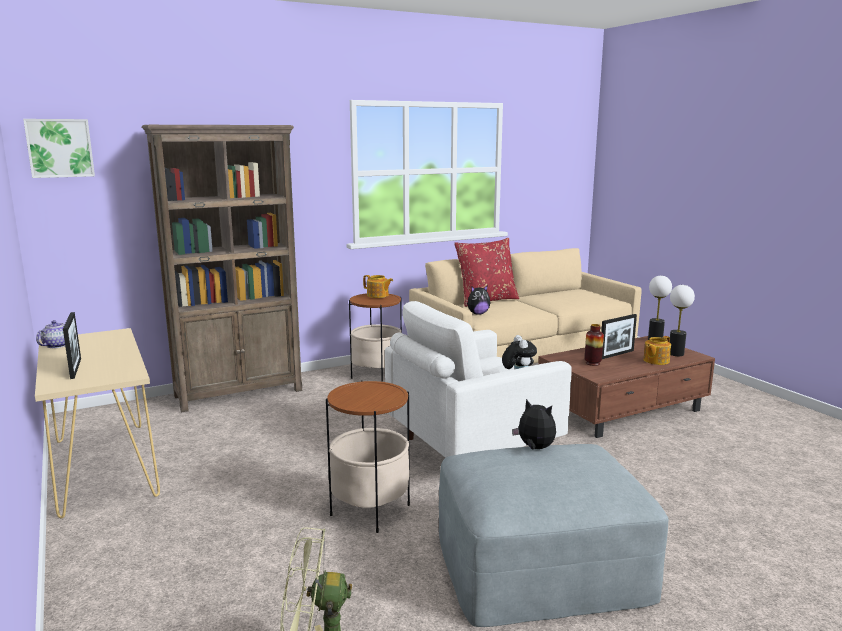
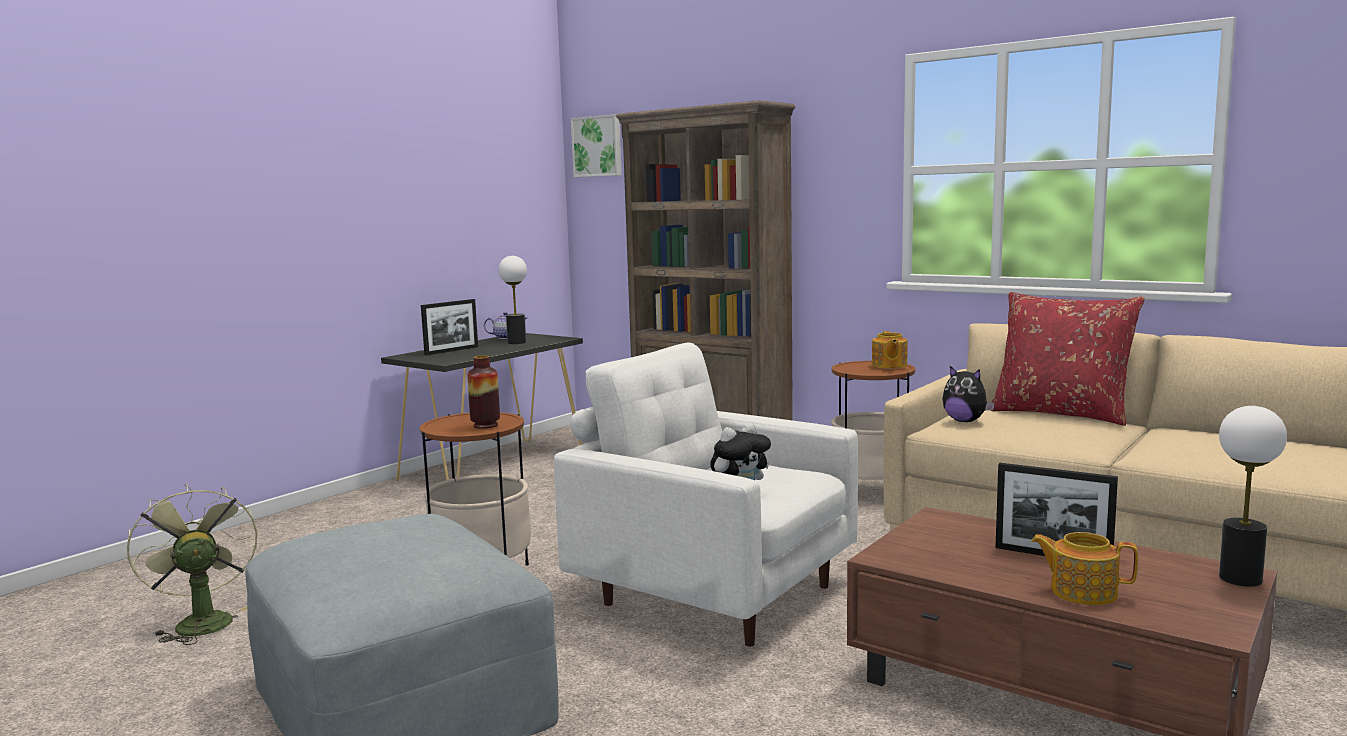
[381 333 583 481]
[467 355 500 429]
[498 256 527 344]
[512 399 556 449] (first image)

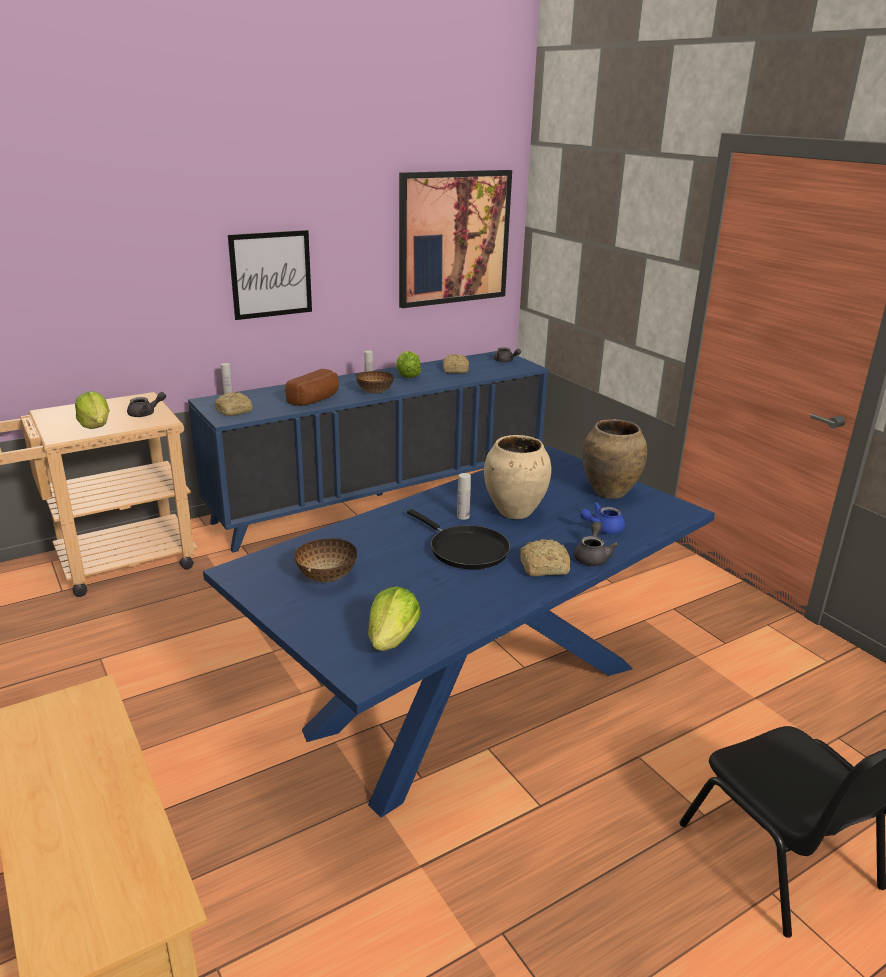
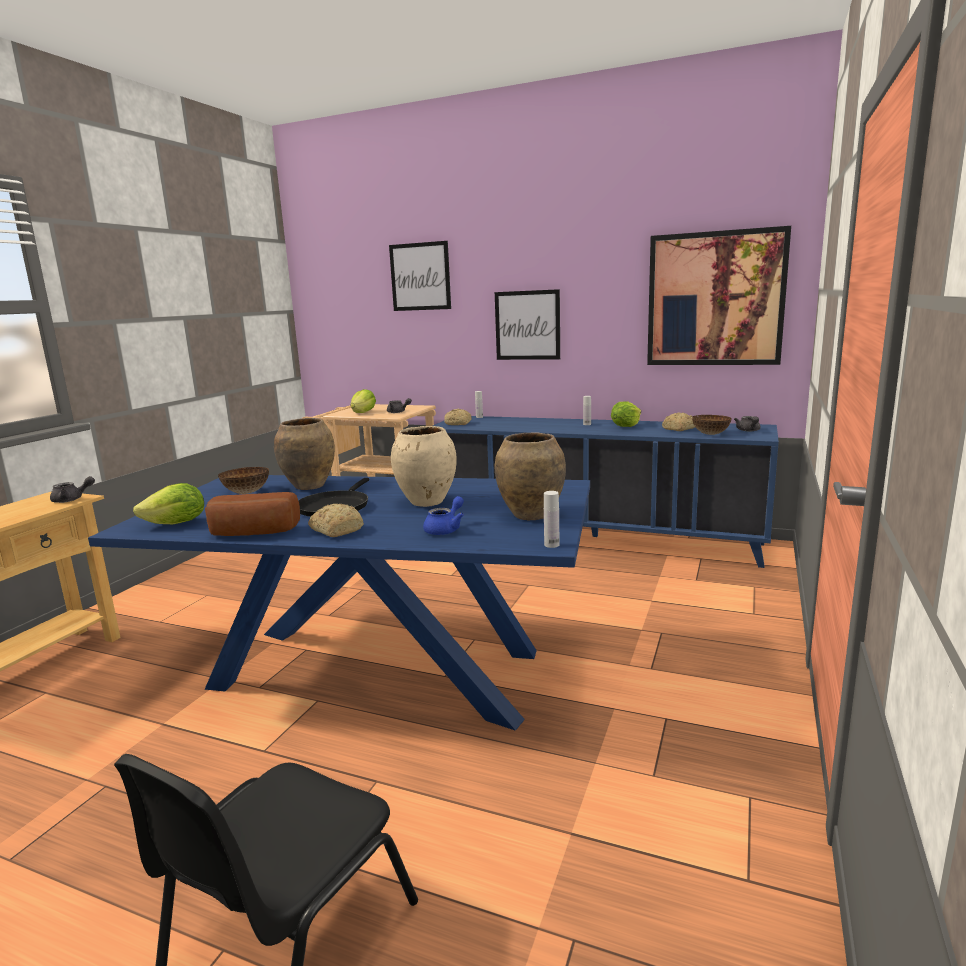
[50 476 95 503]
[205 492 300 536]
[274 418 335 490]
[389 241 451 311]
[423 496 464 535]
[544 491 559 548]
[692 415 731 435]

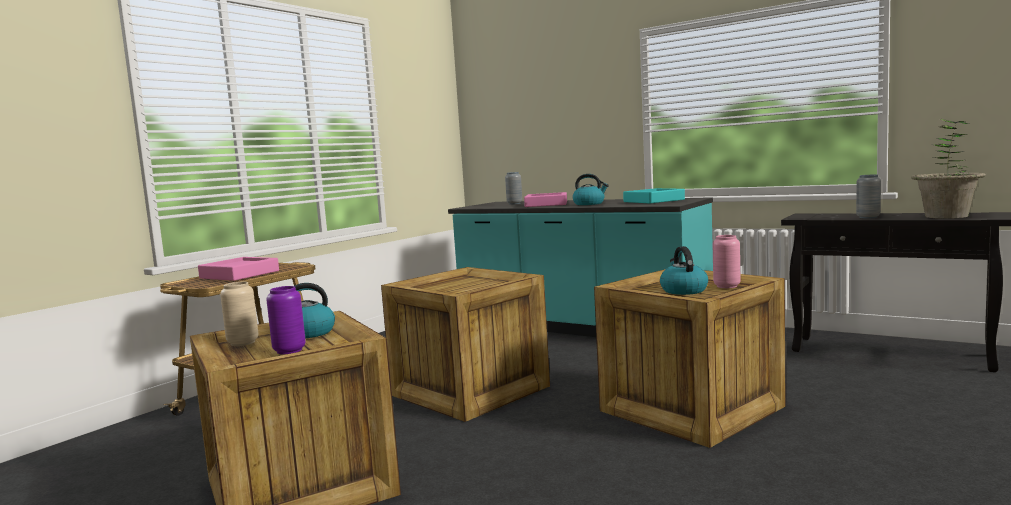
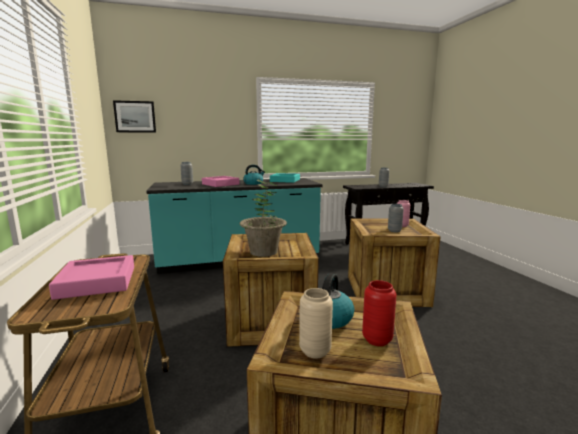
[113 100 156 133]
[239 180 287 257]
[362 280 396 346]
[388 204 404 232]

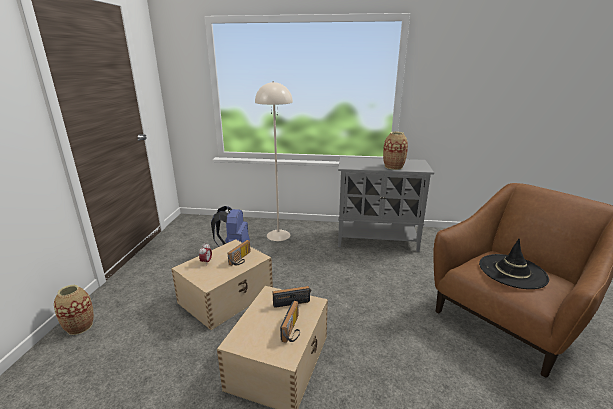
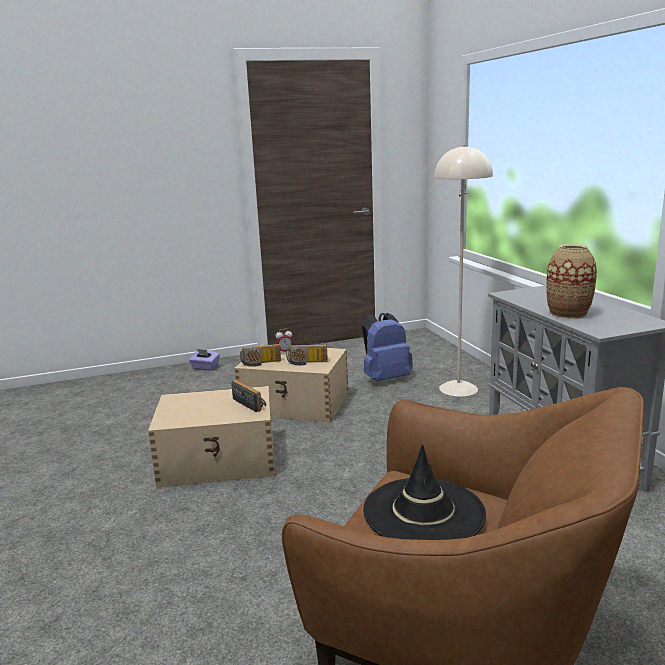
[189 349 220 371]
[240 344 281 367]

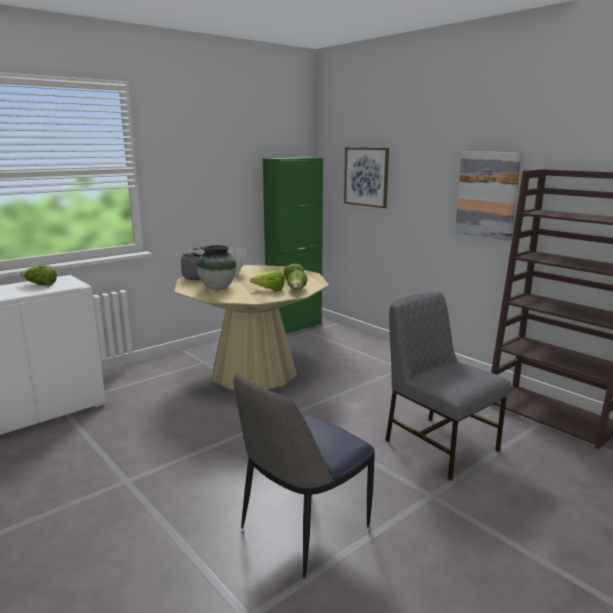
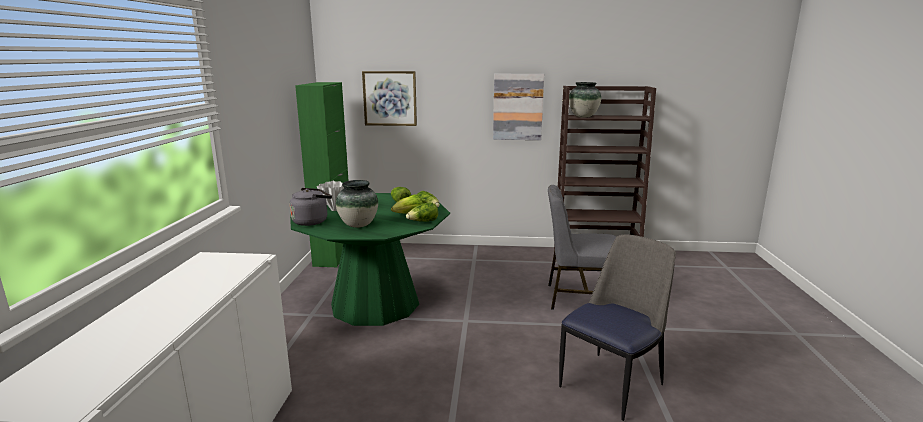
[290 193 450 326]
[406 202 438 222]
[559 235 676 421]
[569 82 601 117]

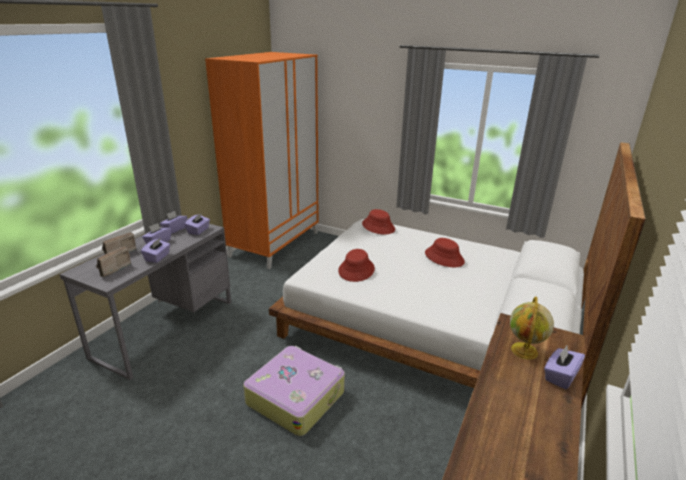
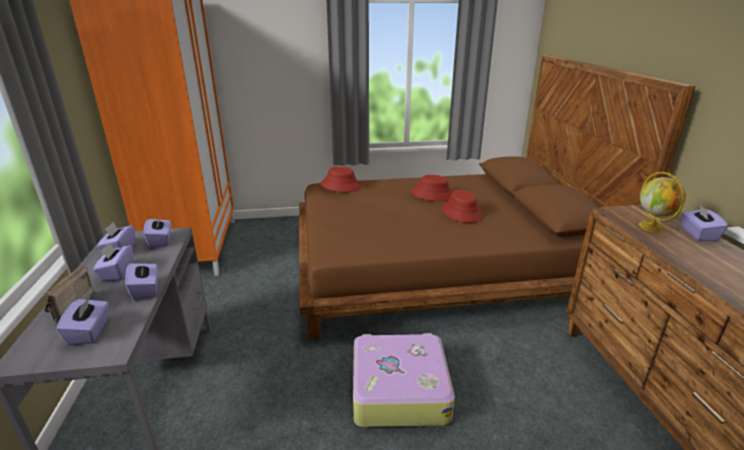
[56 296 109 345]
[299 55 695 340]
[442 190 483 223]

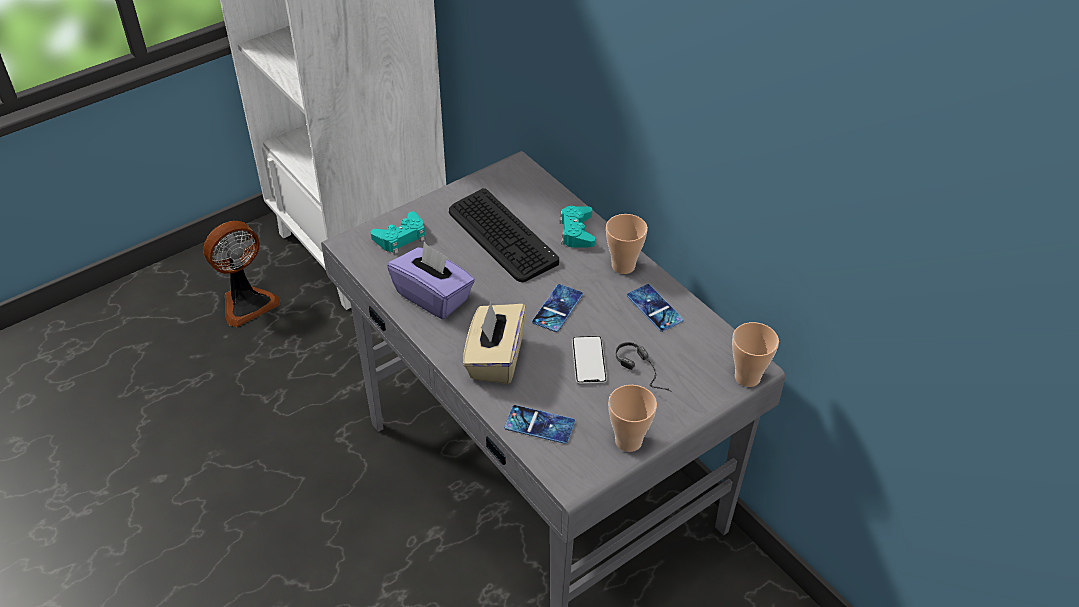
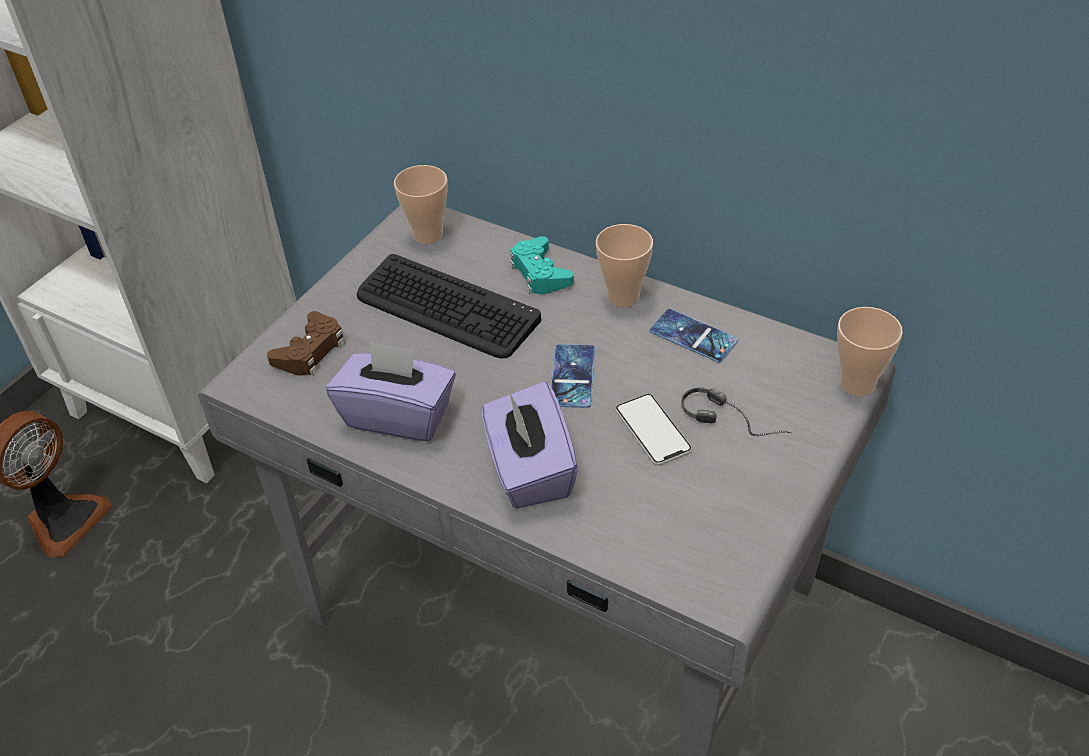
[267 311 345 376]
[394 165 448 244]
[482 381 578 508]
[504 405 575 444] (first image)

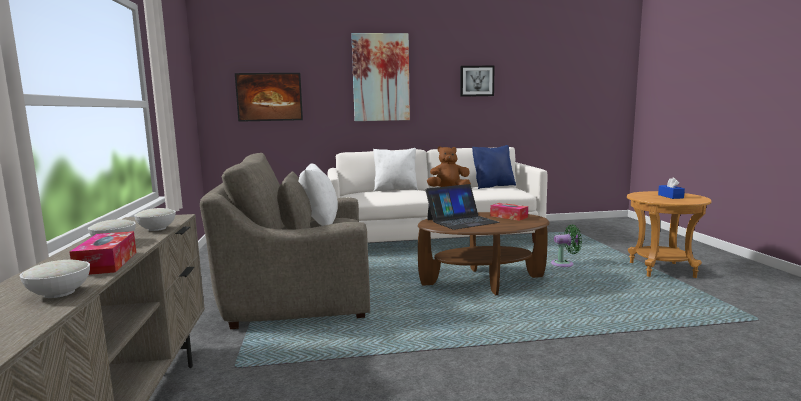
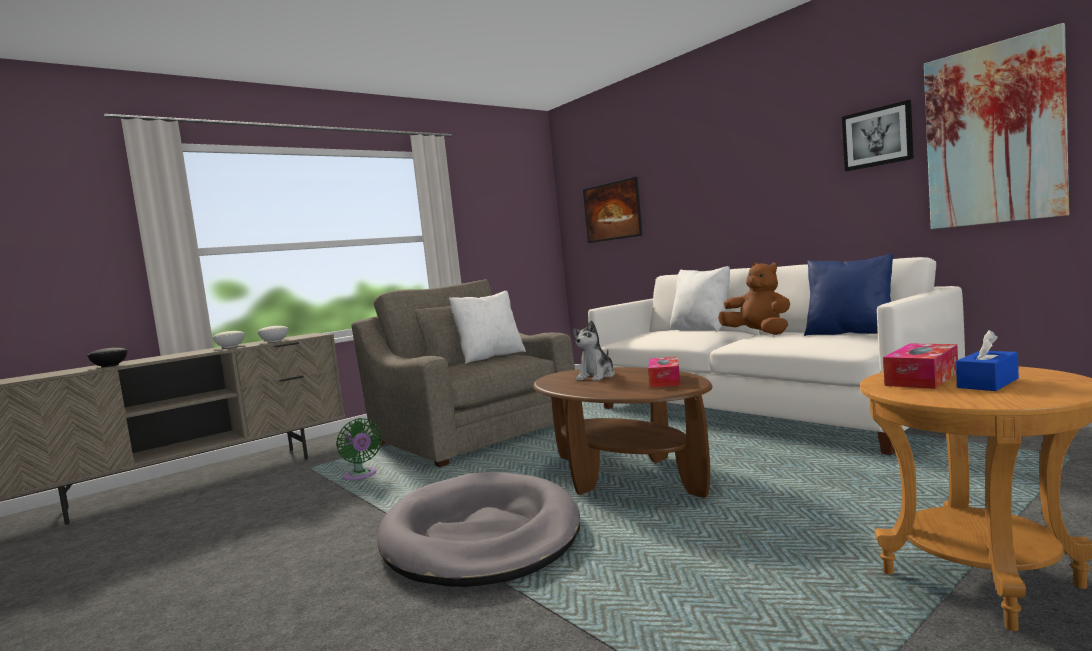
[87 348 127 368]
[336 418 382 480]
[377 472 580 587]
[573 320 615 381]
[883 343 958 389]
[924 23 1069 229]

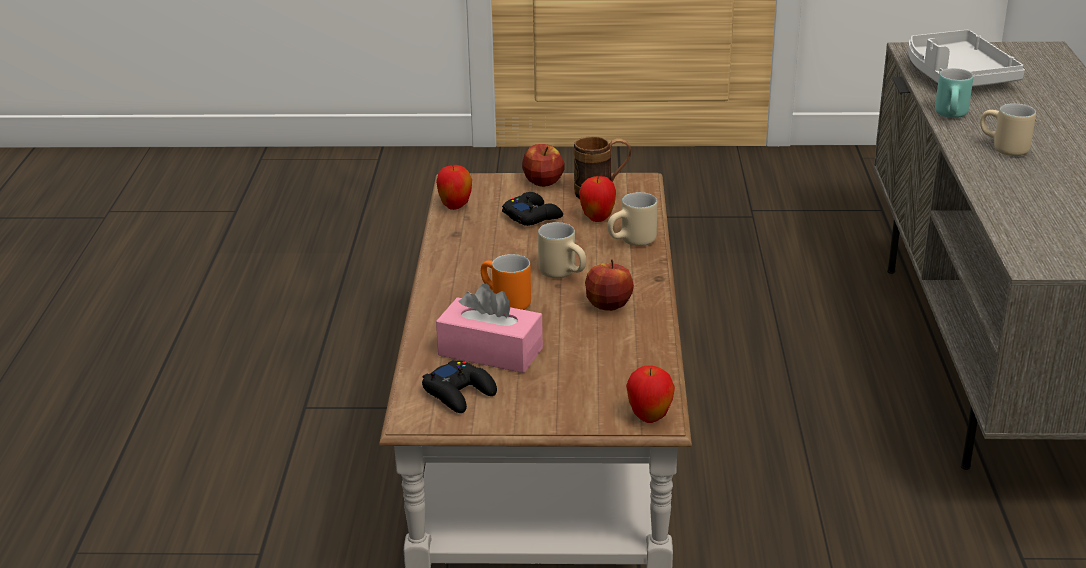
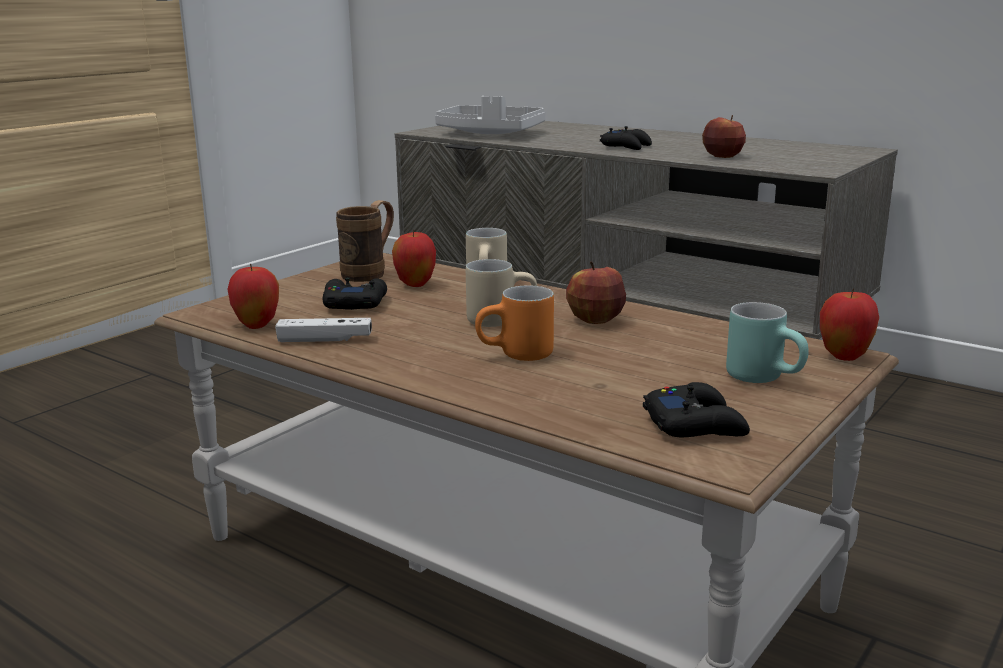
[275 318 372 342]
[600 126 652 150]
[702 115 746 158]
[726 302 809 383]
[436 284 543 373] (first image)

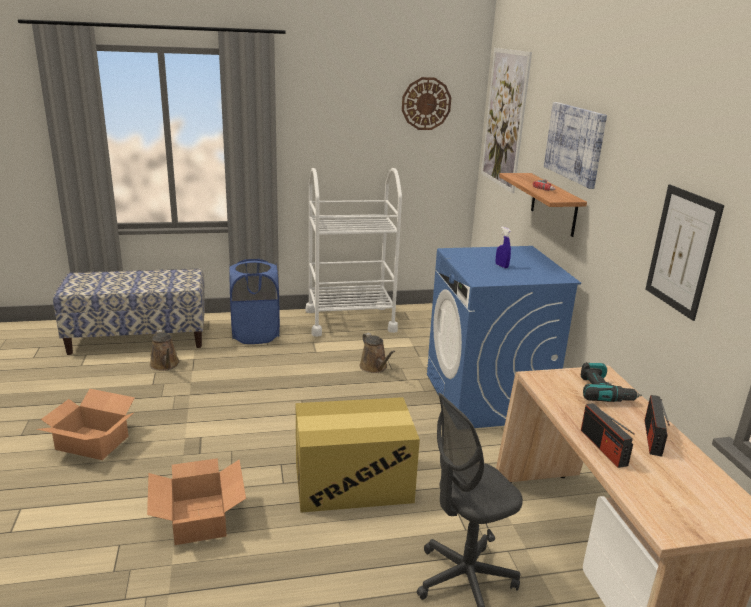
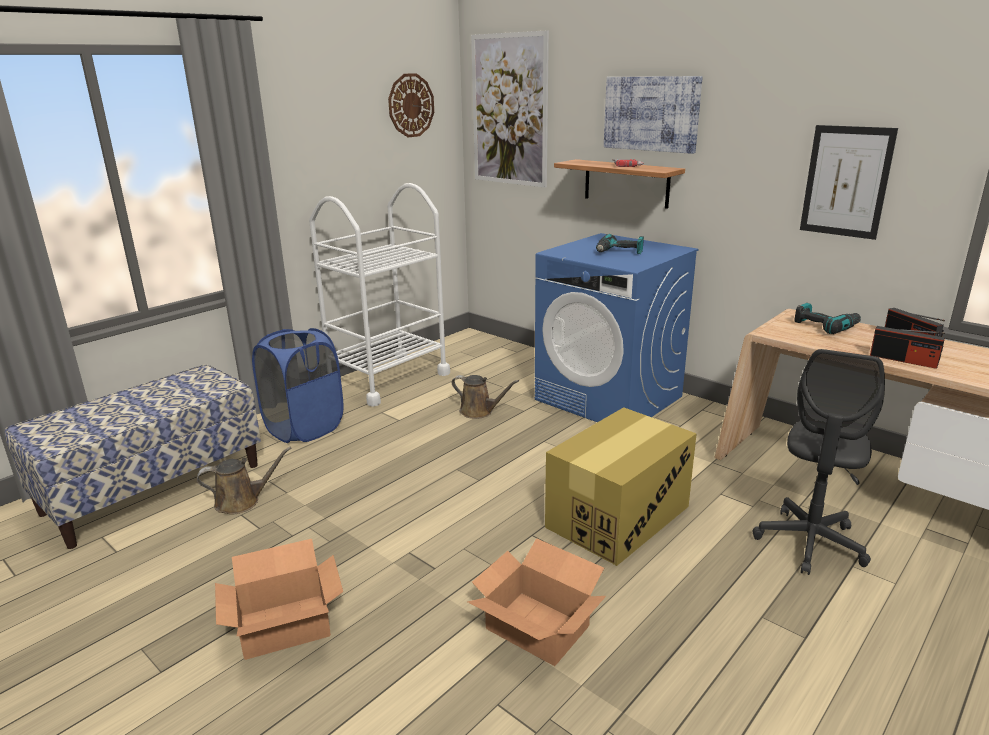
[197 447 291 514]
[596 234 644 254]

